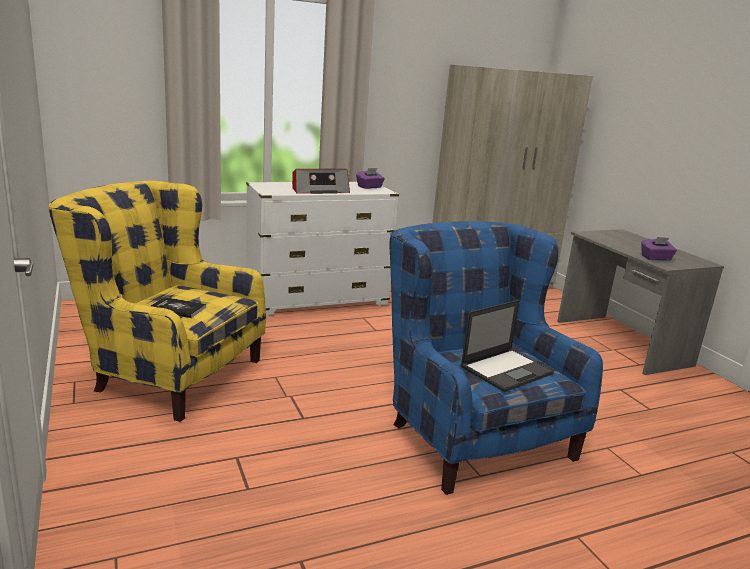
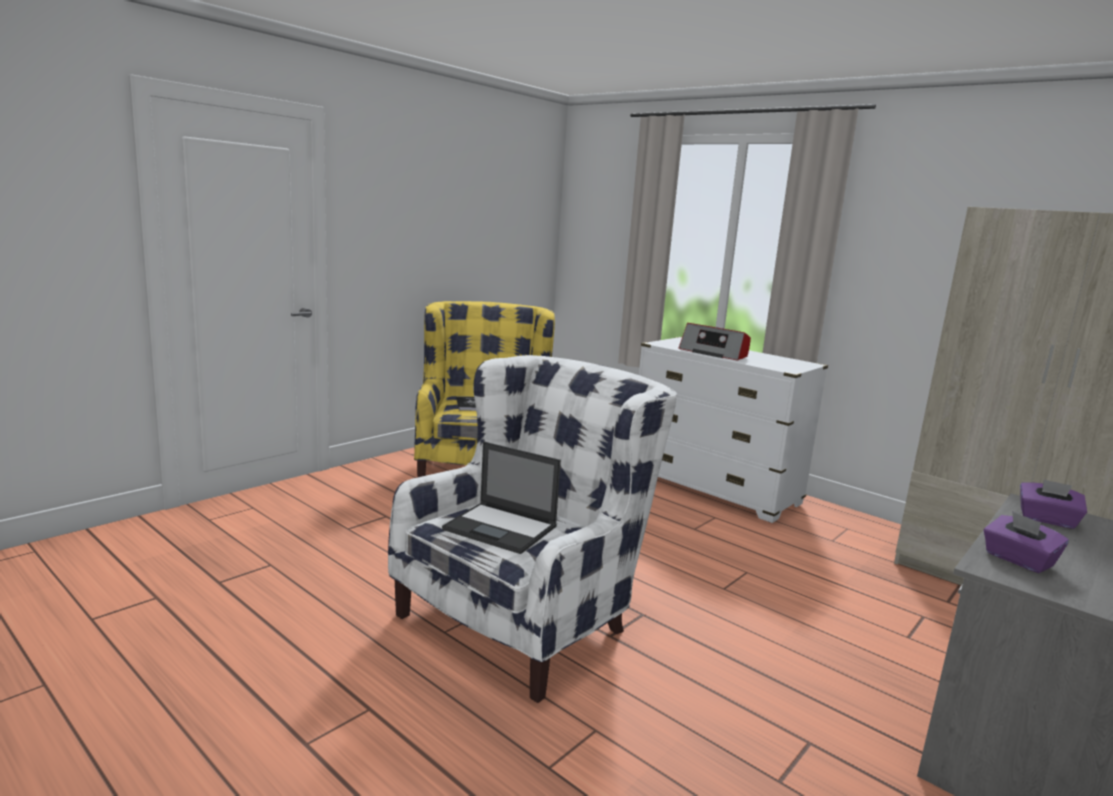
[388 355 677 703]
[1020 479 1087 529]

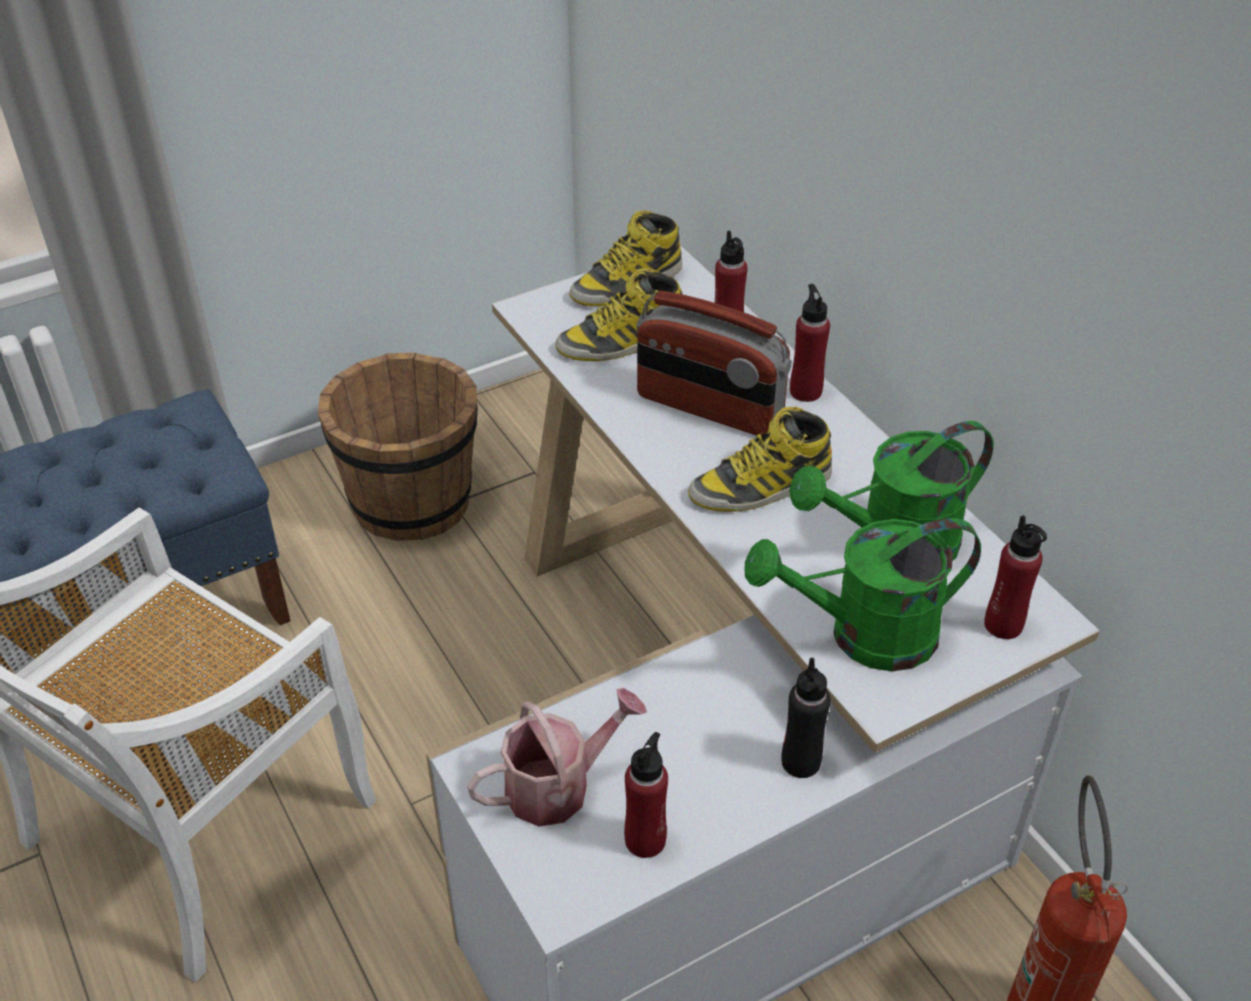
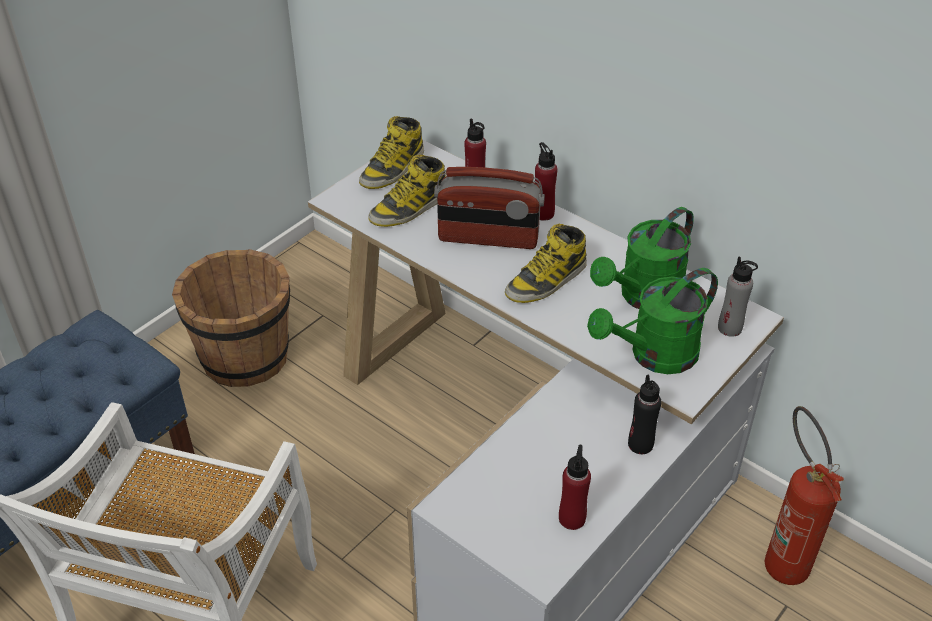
[718 257 758 337]
[467 688 647 827] (first image)

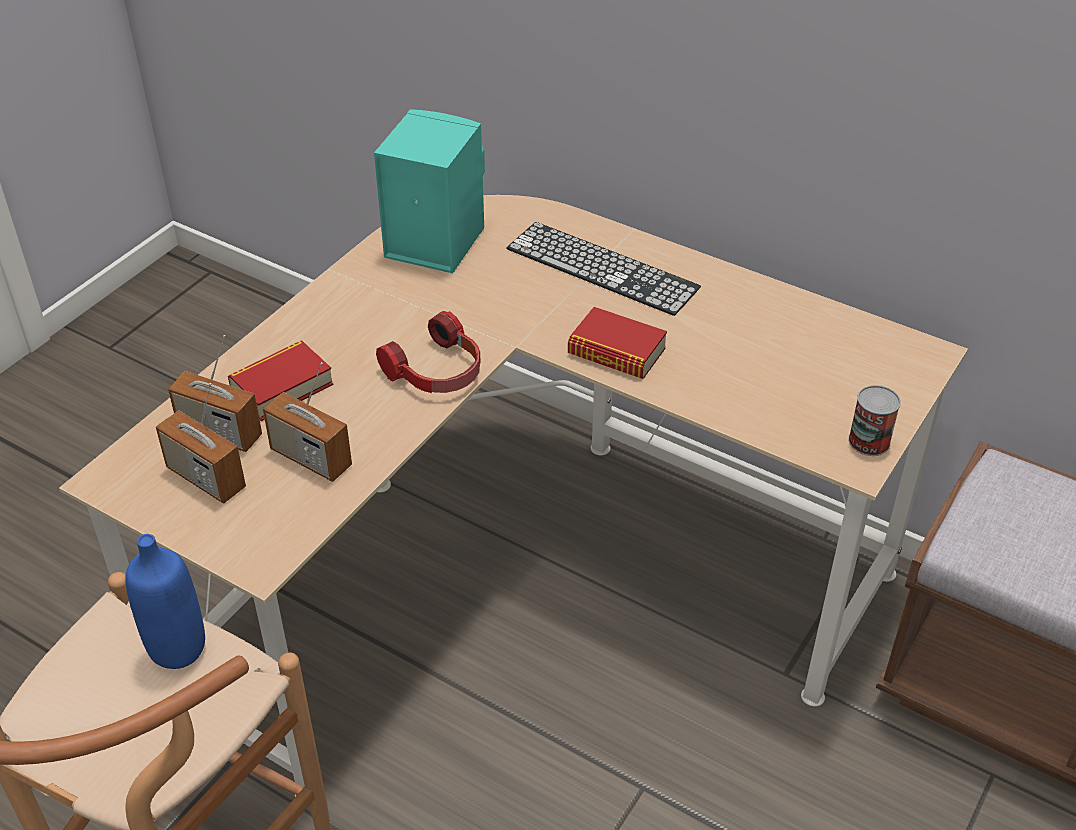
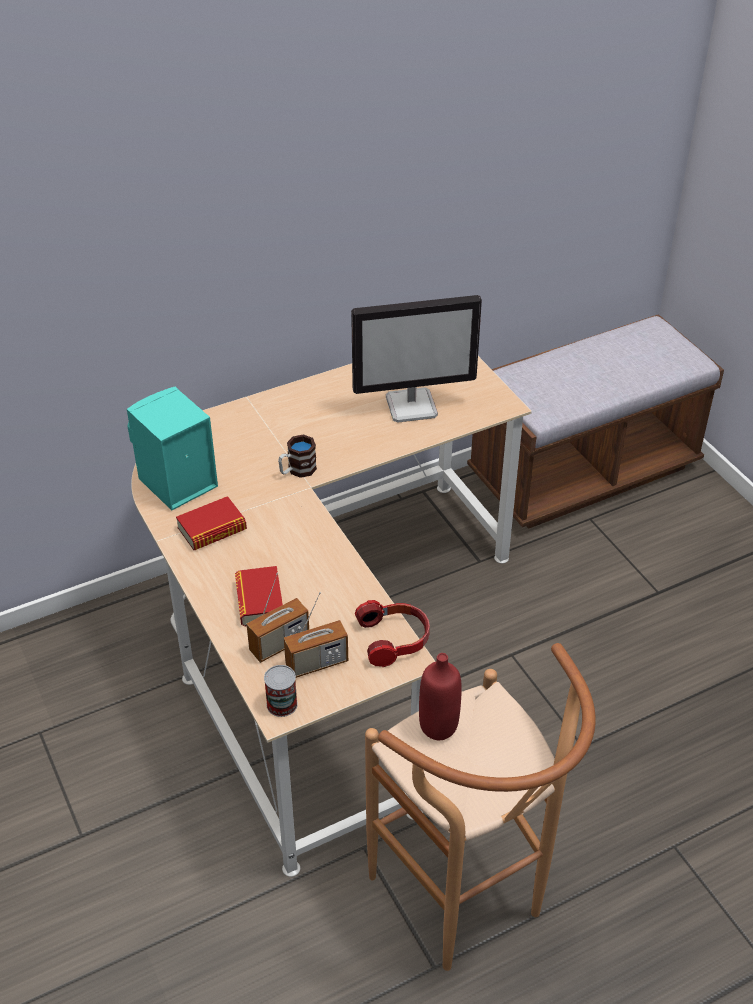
[176 496 247 550]
[264 665 298 717]
[278 434 317 478]
[351 295 482 423]
[355 600 430 667]
[419 653 462 740]
[263 362 352 482] (first image)
[506 222 701 316] (first image)

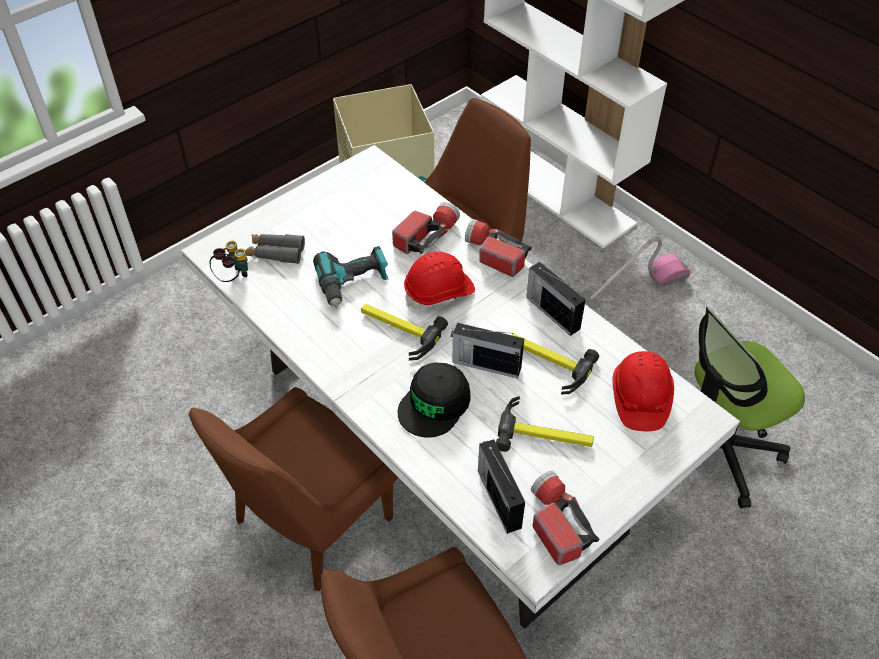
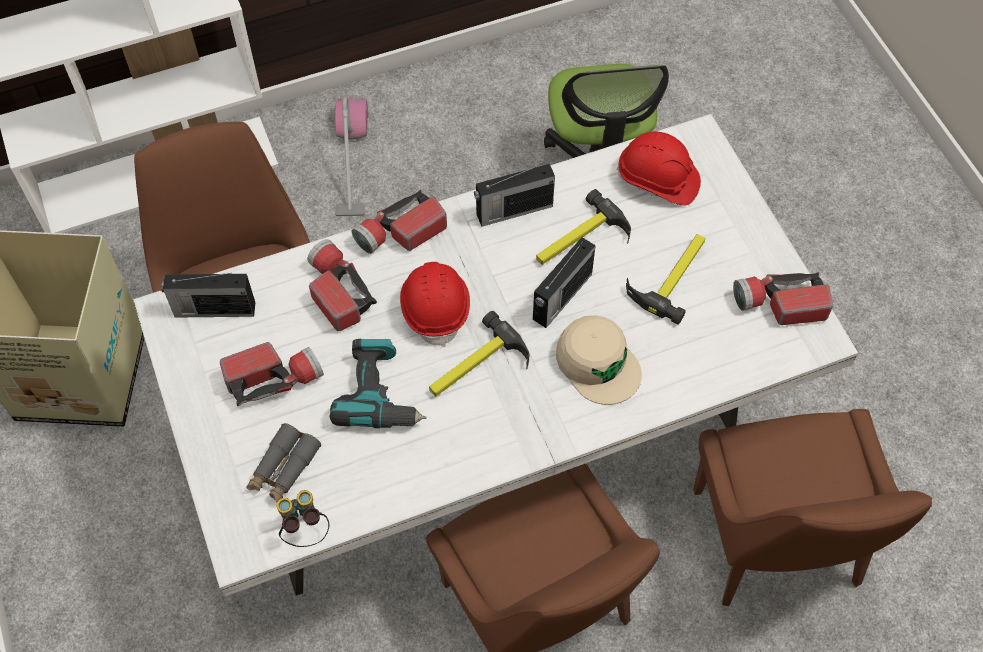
[161 273 255 318]
[220 342 324 406]
[556 316 642 405]

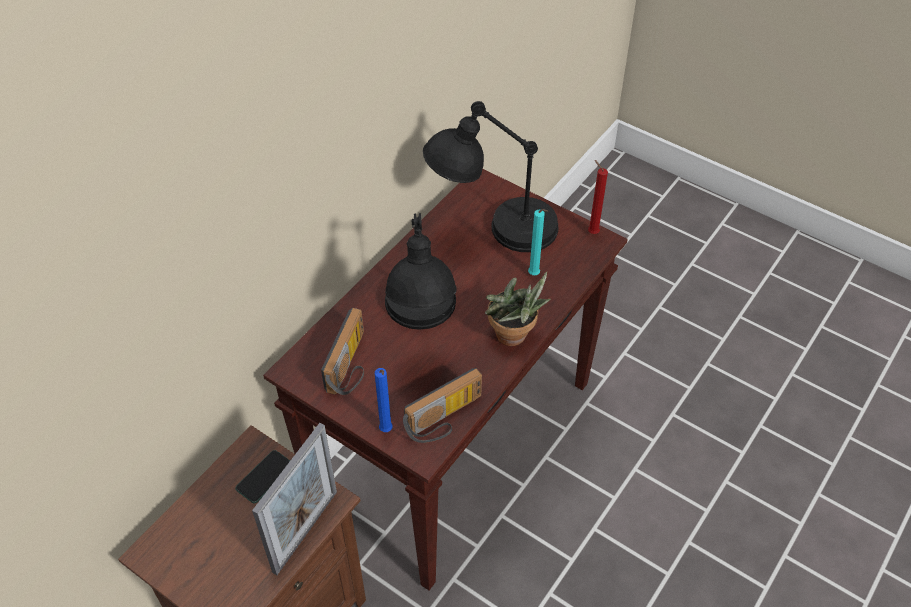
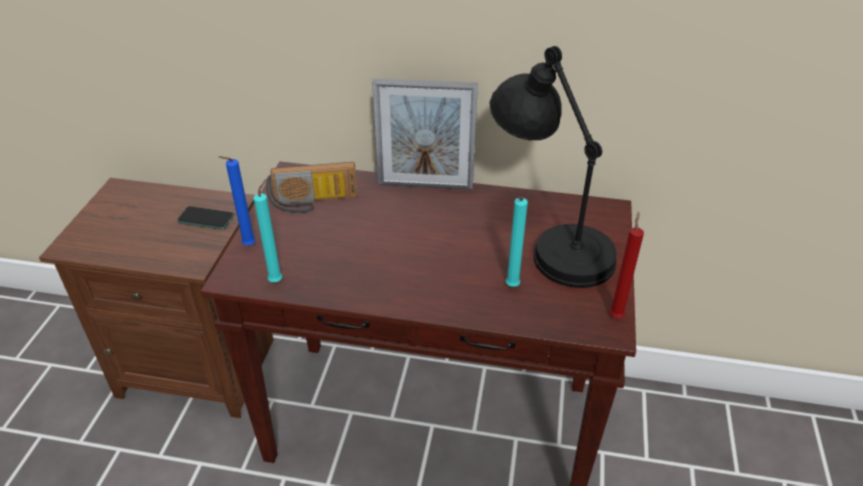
[253 179 282 282]
[372 78 478 190]
[385 213 457 330] (first image)
[485 272 551 346] (first image)

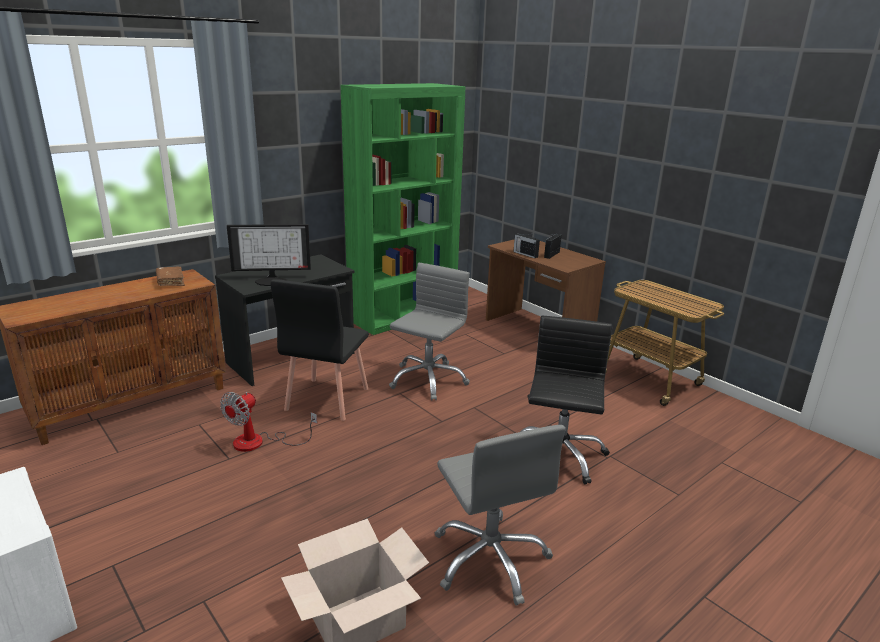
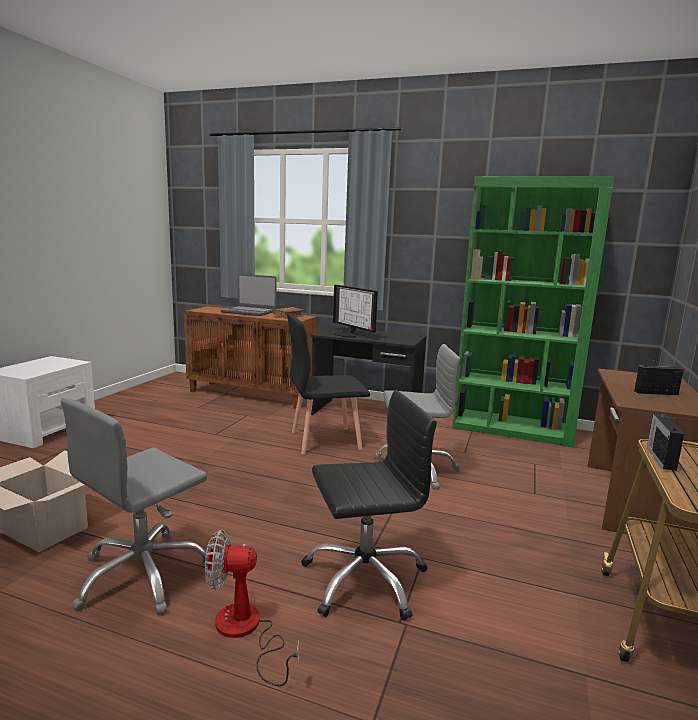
[205 530 299 686]
[221 274 276 316]
[647 414 684 471]

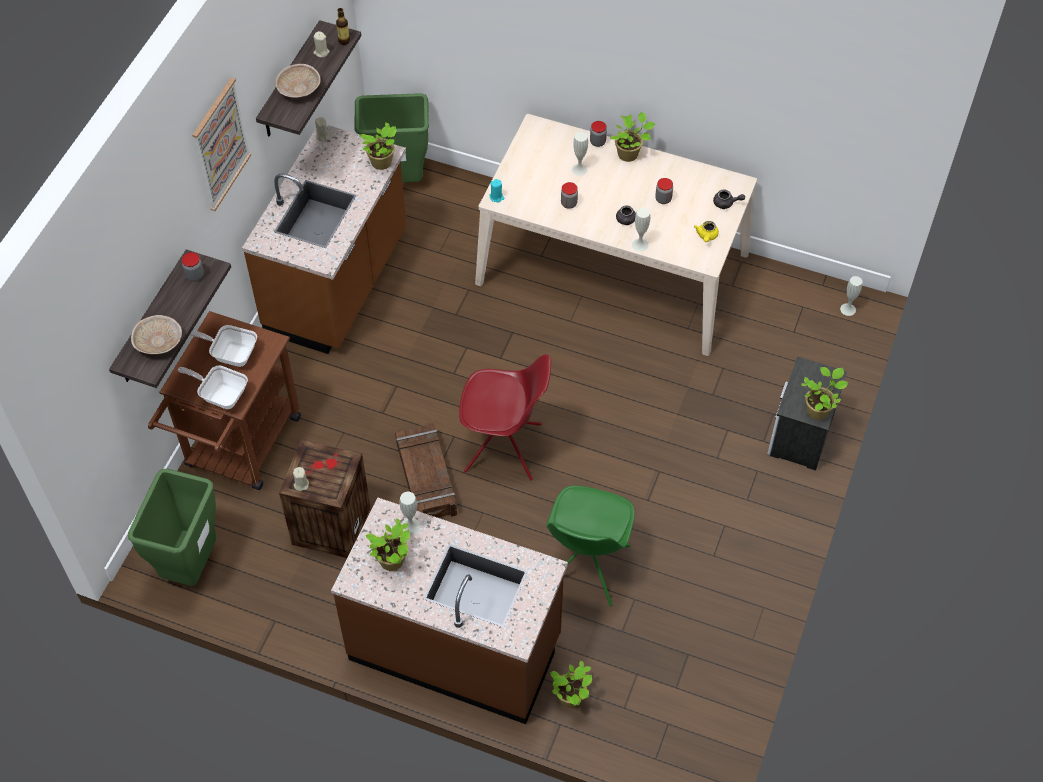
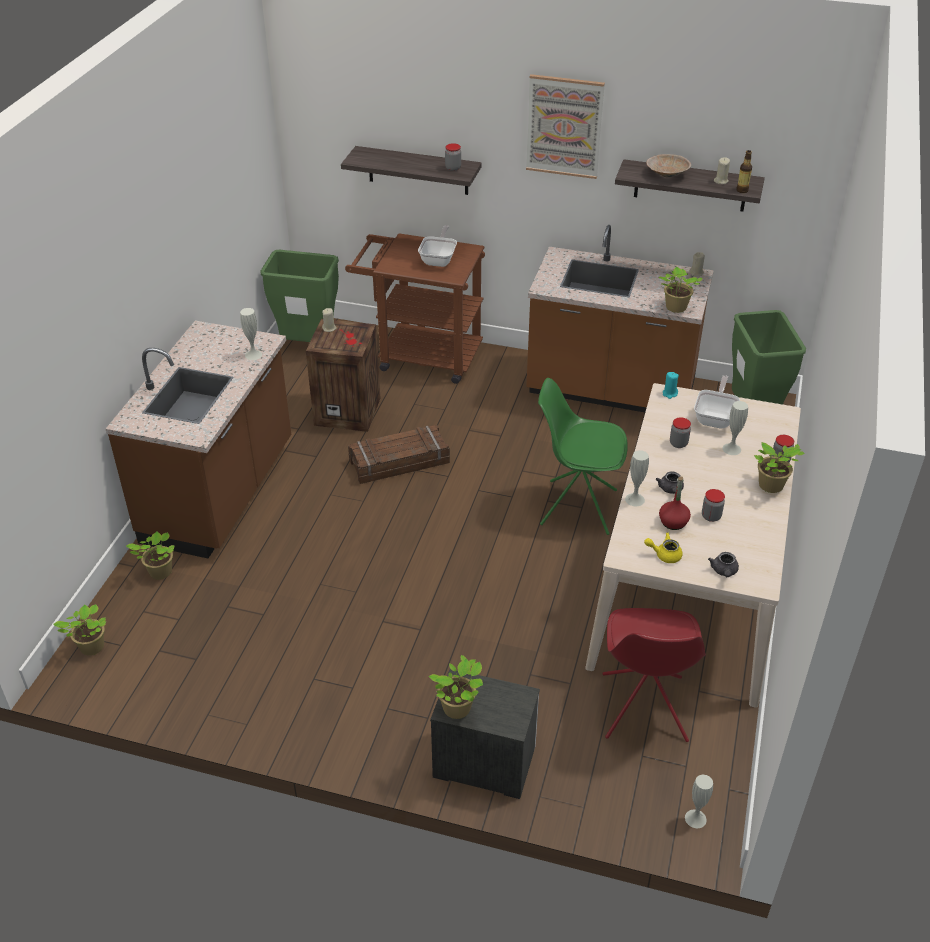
[53 604 106 655]
[538 378 628 535]
[602 608 706 742]
[659 476 691 530]
[694 375 740 429]
[131 315 182 354] (first image)

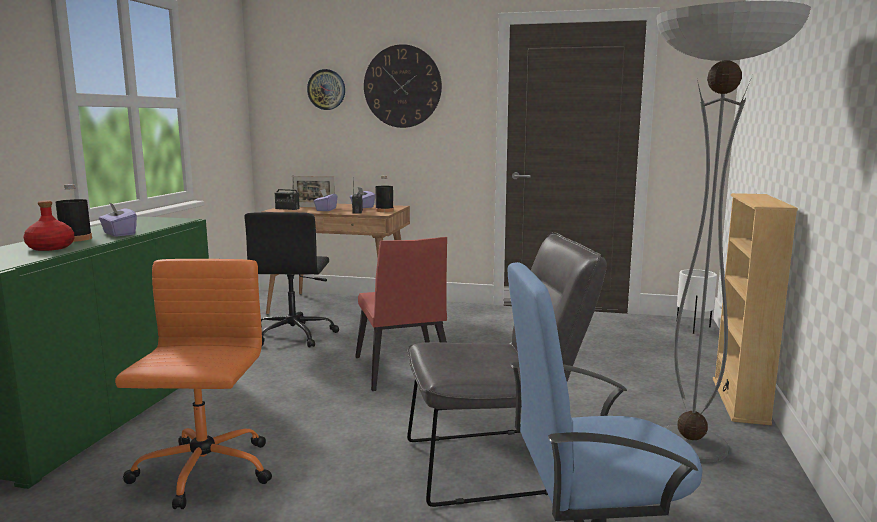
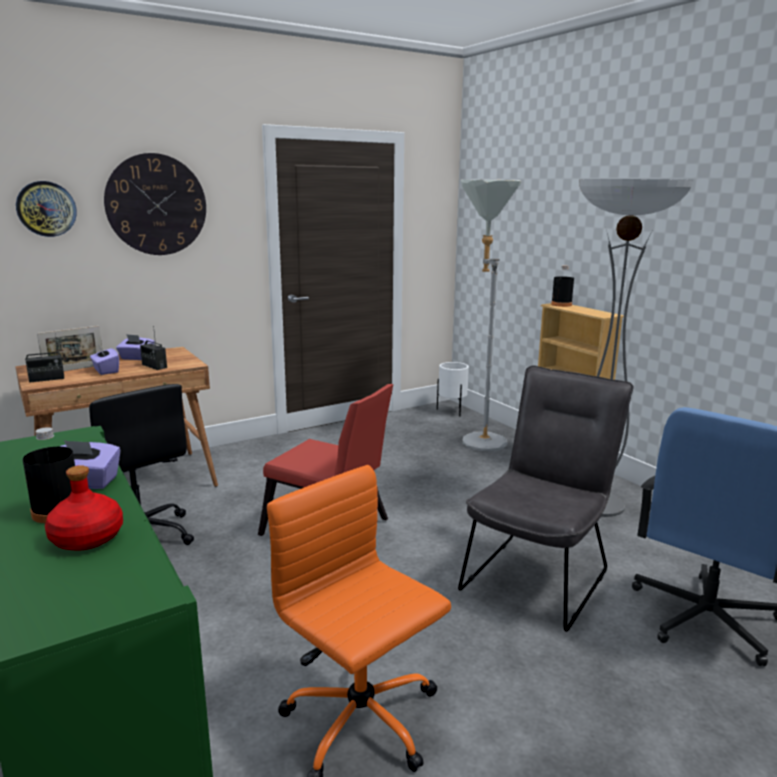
[460 180 521 451]
[551 265 574 307]

